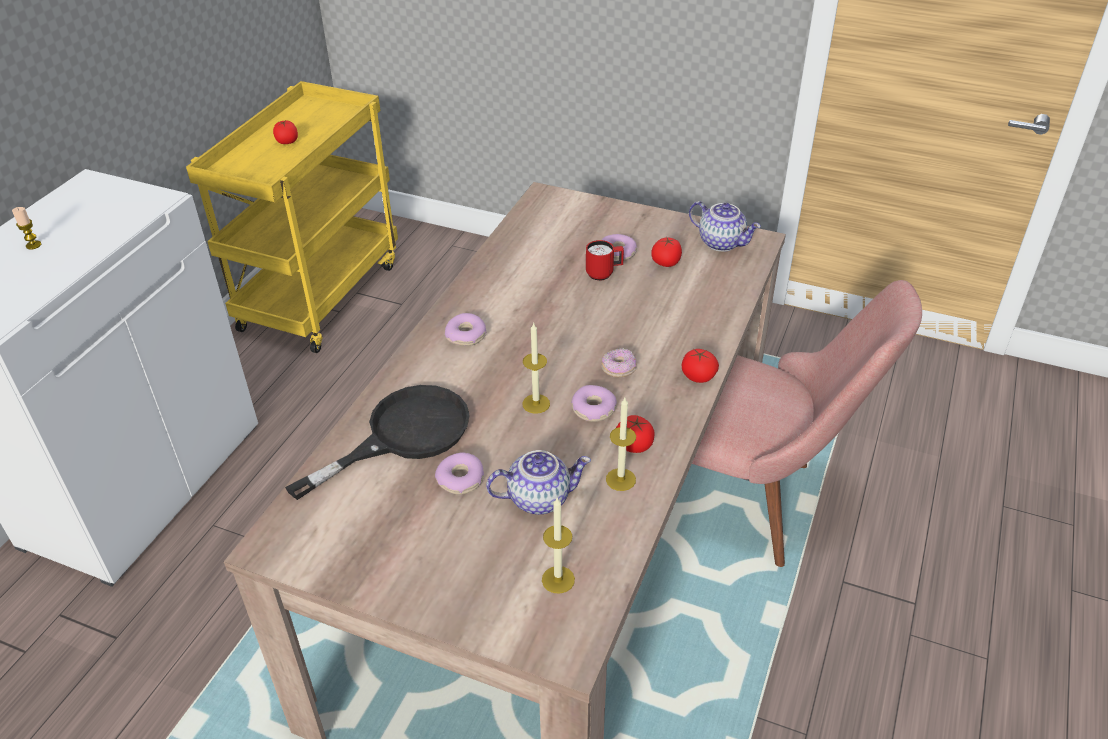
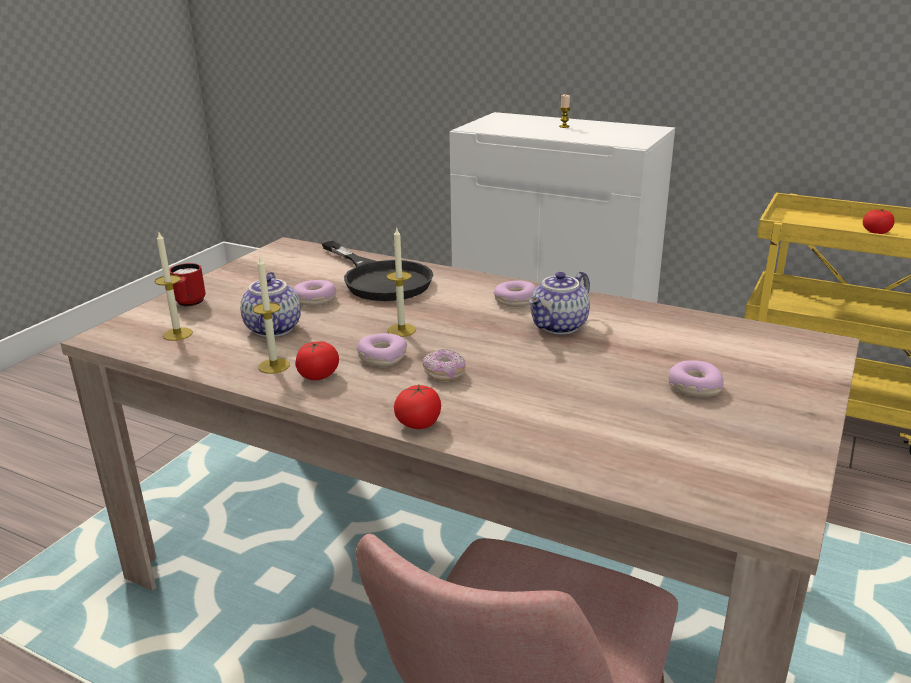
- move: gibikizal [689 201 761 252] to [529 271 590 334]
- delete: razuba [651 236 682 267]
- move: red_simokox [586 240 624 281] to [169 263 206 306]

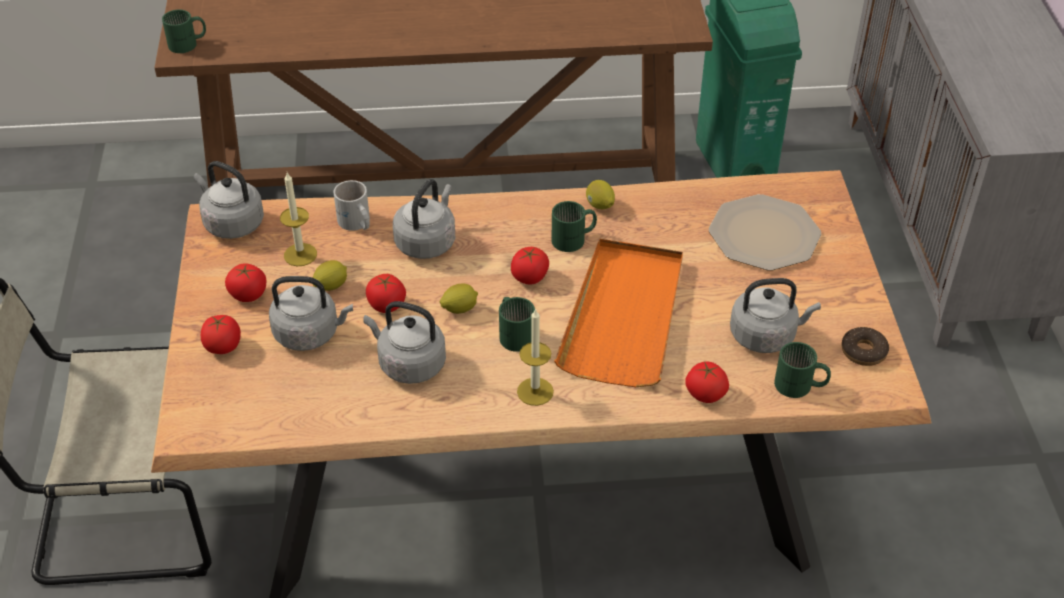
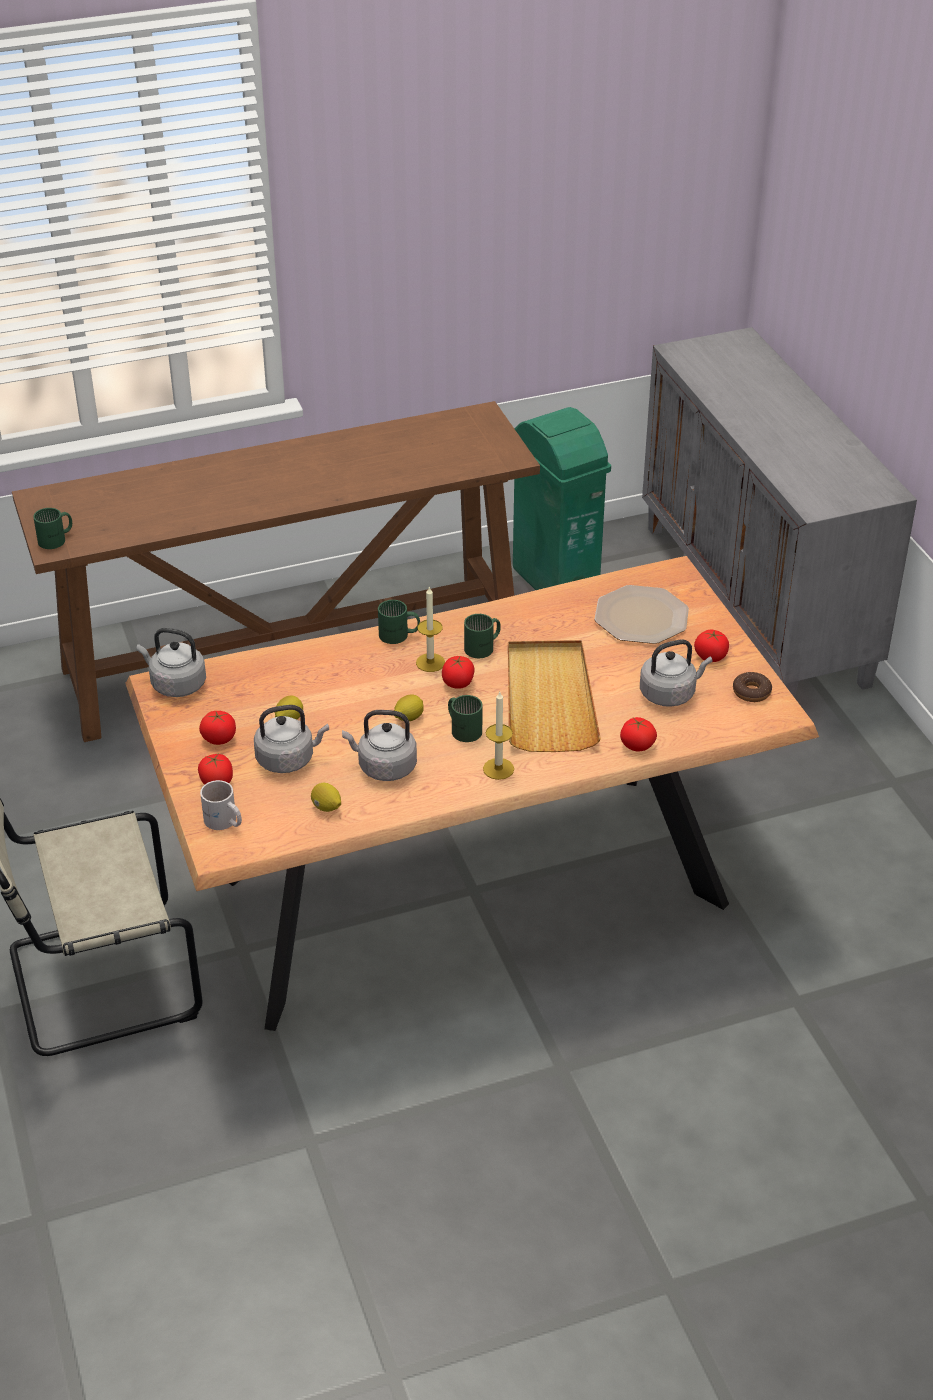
- move: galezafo [280 173 317 266] to [416 586 445 672]
- delete: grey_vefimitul [393 179 455 259]
- move: white_simokox [333 180 370 231] to [200 780 242 830]
- move: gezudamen [586 180 615 209] to [311 783 341 812]
- recolor: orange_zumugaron [554 239 683 387] to beige_zumugaron [508 640 601 752]
- move: razuba [366 274 406 313] to [694 630 729 662]
- move: green_simokox [774 342 831 398] to [378 600 420 644]

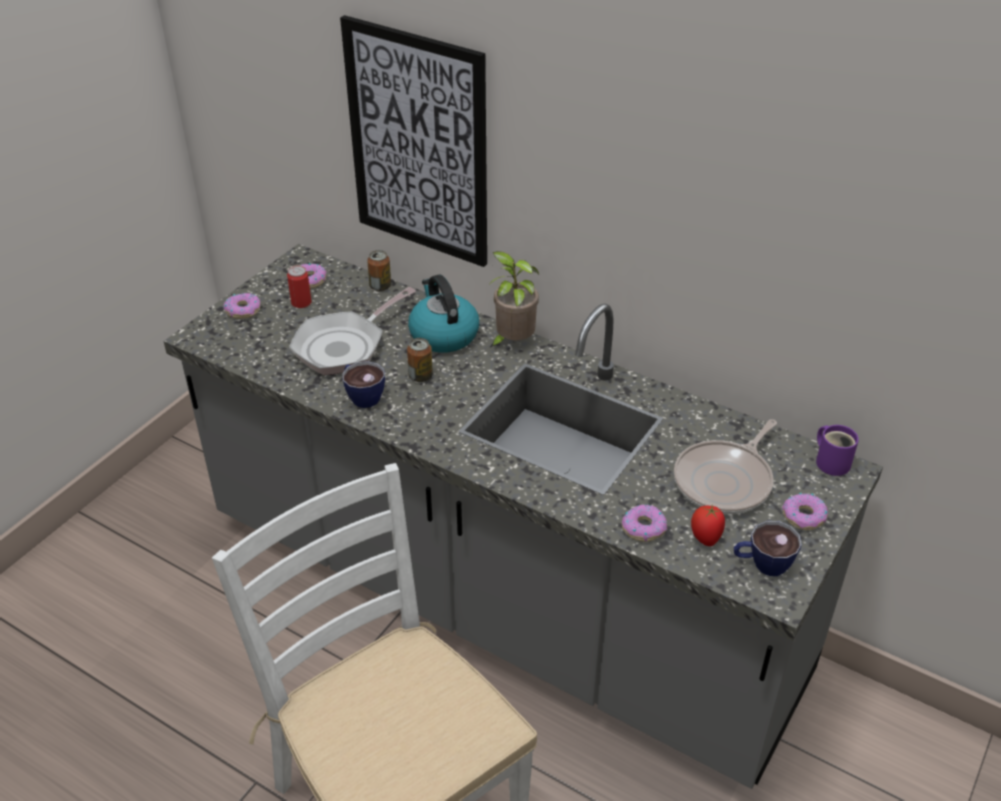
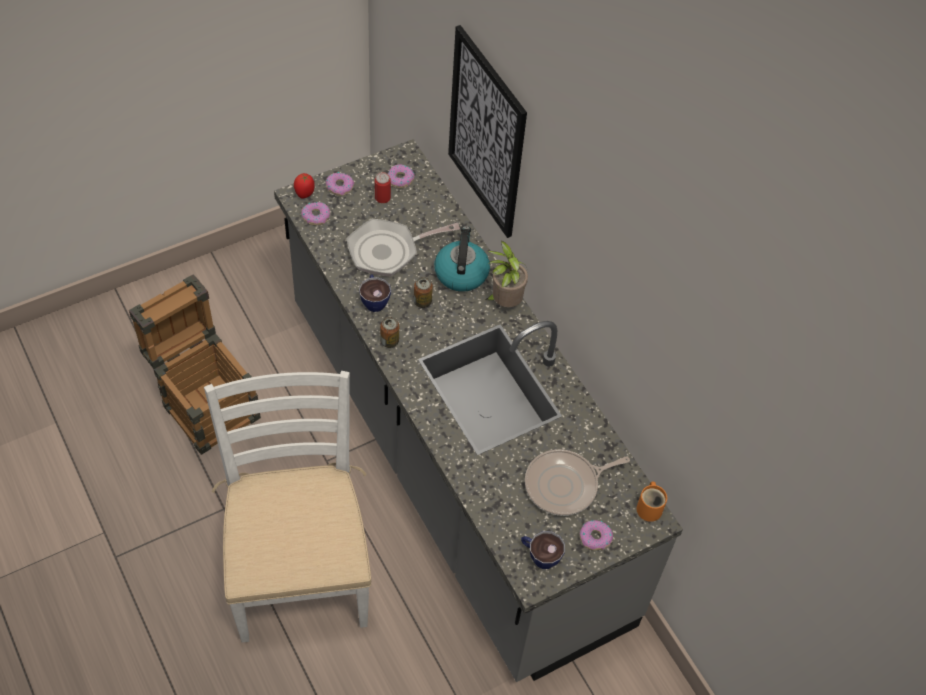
- move: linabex [367 250 391 291] to [380 317 399 348]
- recolor: purple_simokox [816 425 859 476] to orange_simokox [636 481 667 522]
- move: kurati [622 504 667 542] to [301 202 330 225]
- move: razuba [691 506 725 546] to [294 173 315 199]
- insert: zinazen [129 274 261 455]

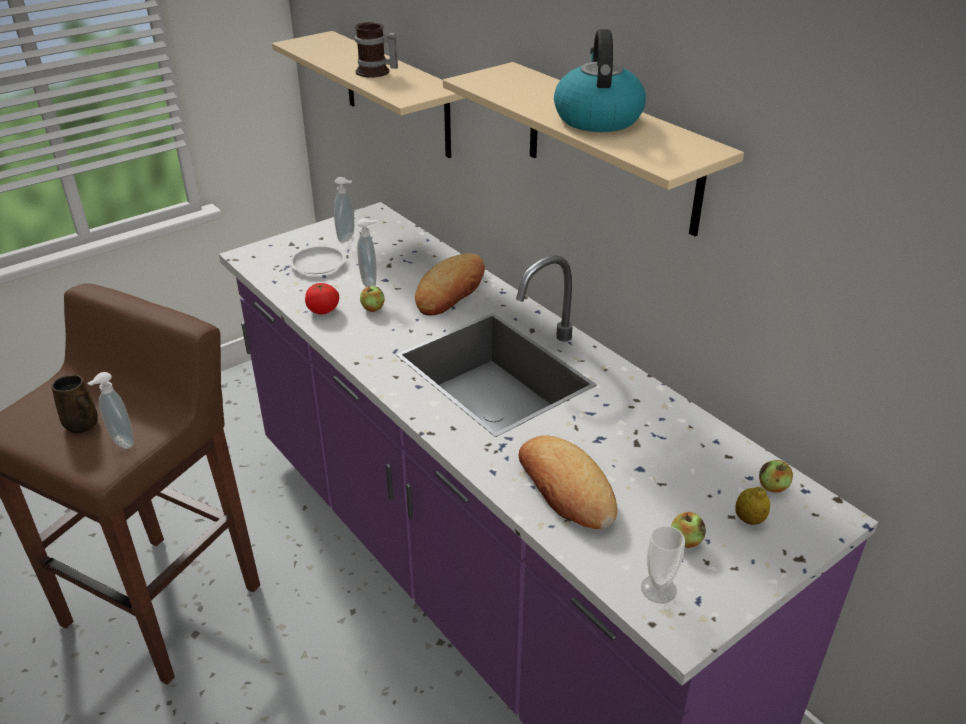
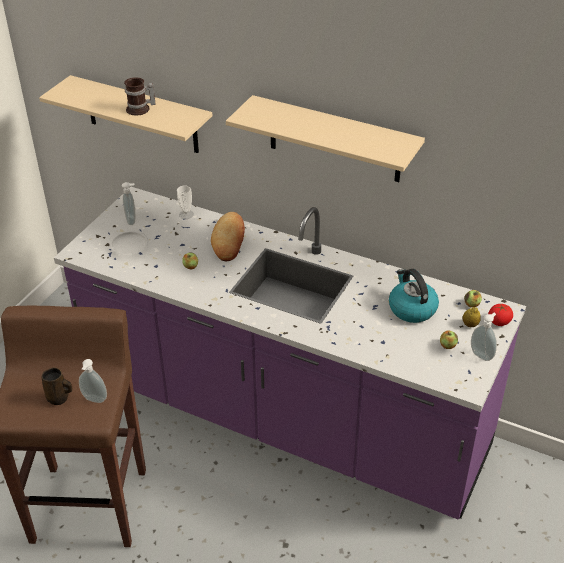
- move: vefimitul [554 29 646 132] to [389 269 439 323]
- move: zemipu [357 219 377 288] to [471 313 497 361]
- move: razuba [305 283 339 314] to [488 303 513 326]
- delete: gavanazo [519 435 617 529]
- move: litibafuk [641 526 685 603] to [177 186 194 219]

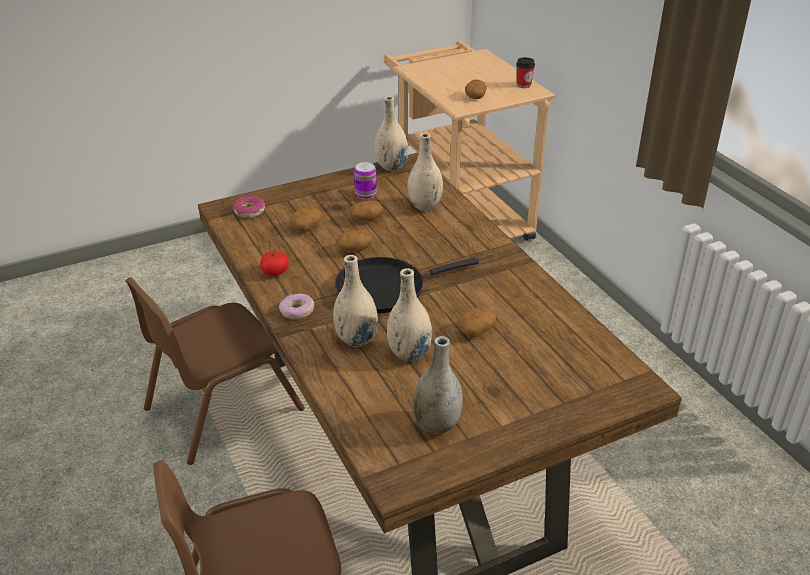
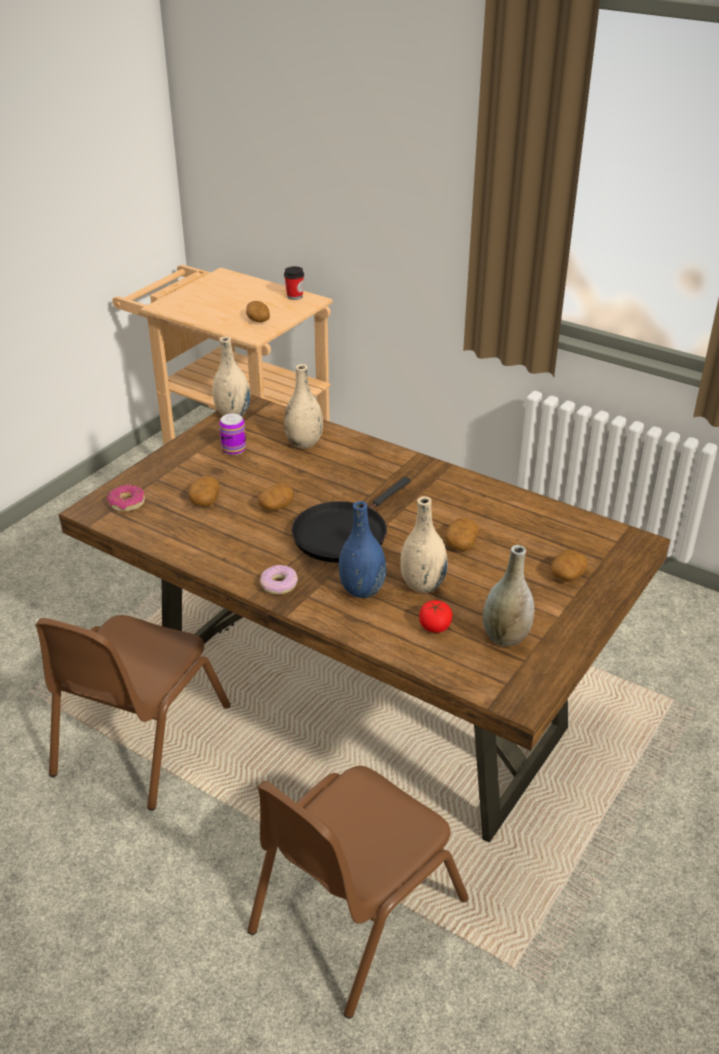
- move: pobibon [349 200 383 221] to [551 550 588 581]
- move: razuba [260 251 289 276] to [419 600 453 633]
- recolor: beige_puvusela [333 255 378 347] to blue_puvusela [339 501 386 598]

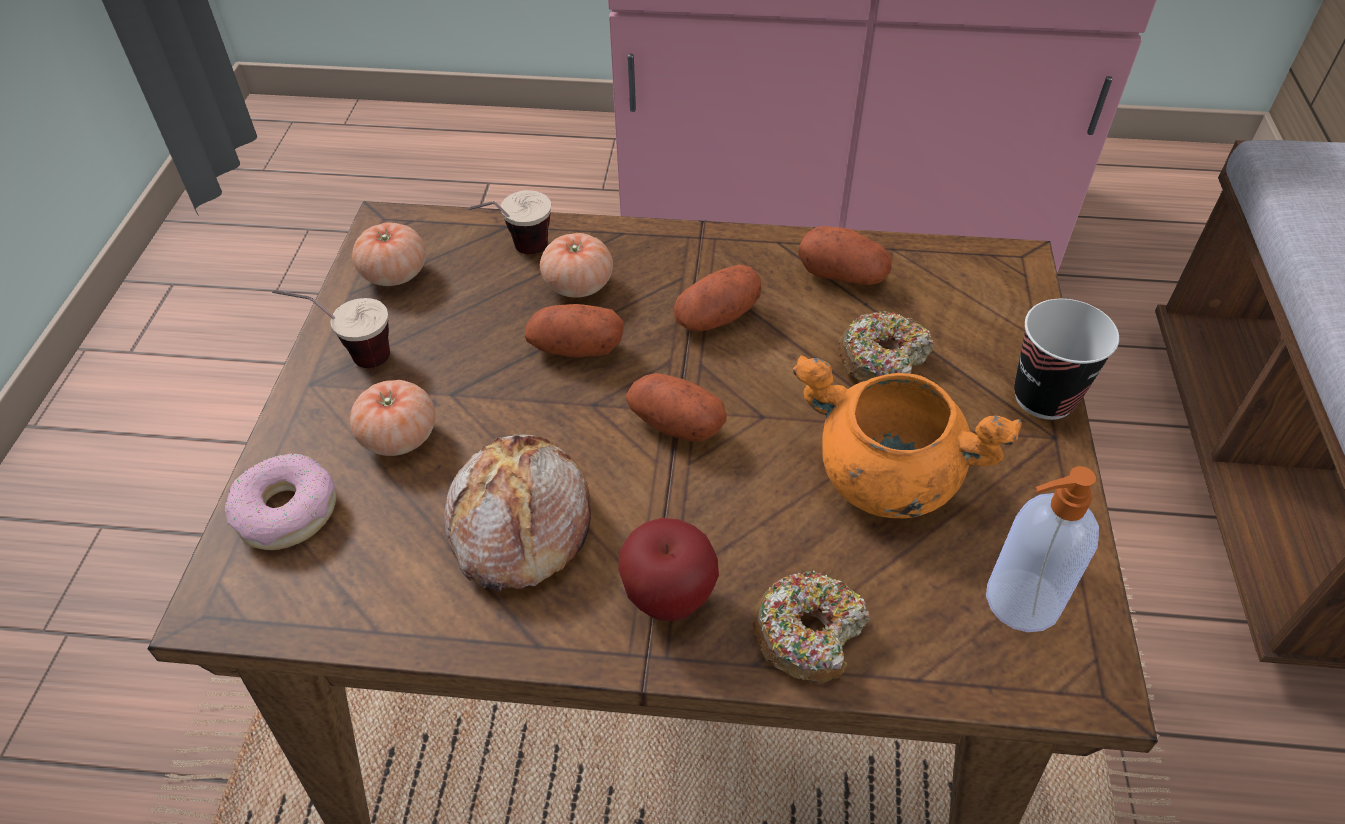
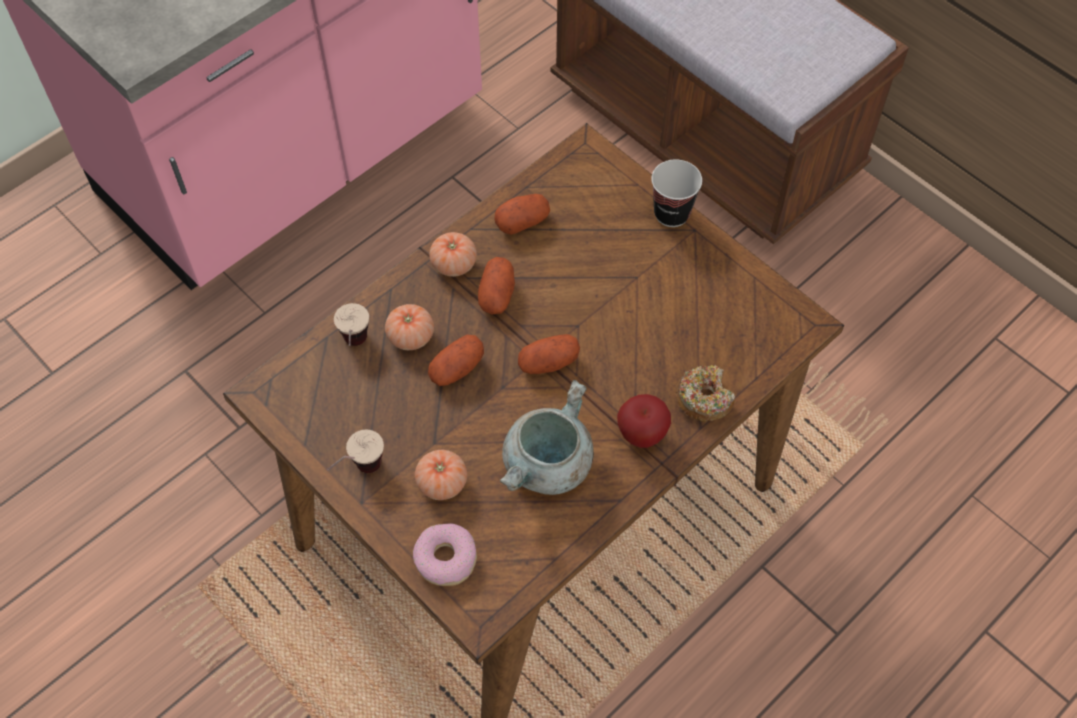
- move: razuba [352 223 426 286] to [429 232 477 277]
- delete: kurati [838 311 933 382]
- delete: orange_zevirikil [793 356 1022 519]
- replace: gavanazo [444 434 591 592] to grey_zevirikil [500 380 594 495]
- delete: zemipu [986 466 1099 632]

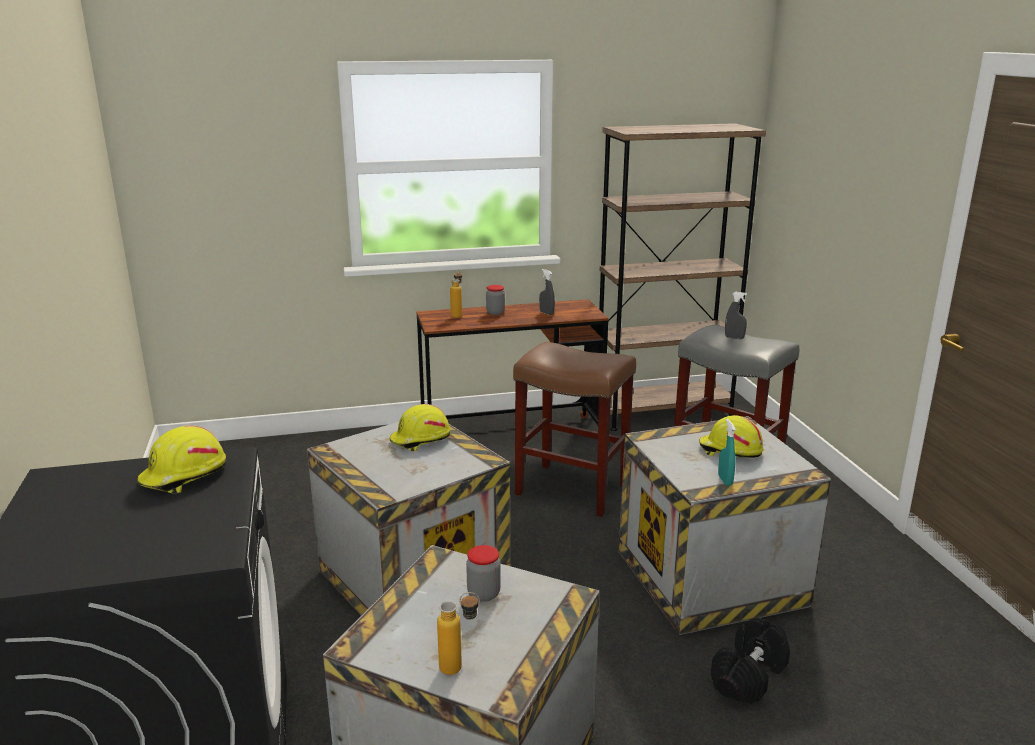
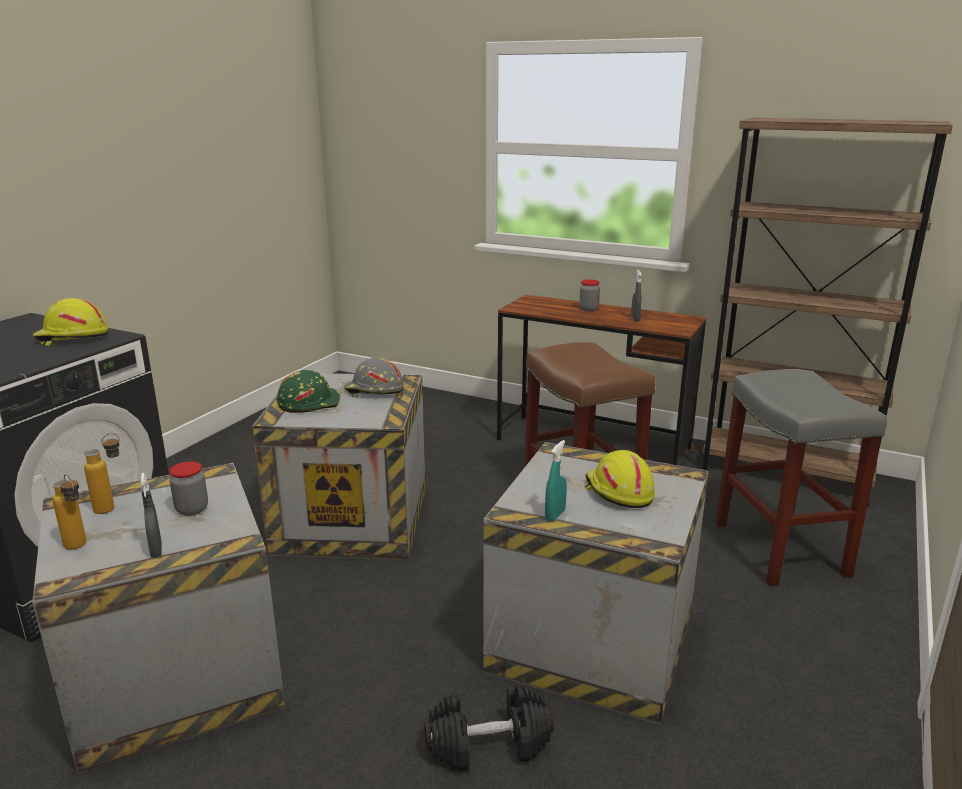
- move: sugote [450 269 462 318] to [84 433 120 514]
- move: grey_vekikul [725 292 747 339] to [140 473 162 558]
- recolor: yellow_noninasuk [390 404 451 451] to grey_noninasuk [344 358 403 398]
- insert: green_noninasuk [277 370 341 413]

